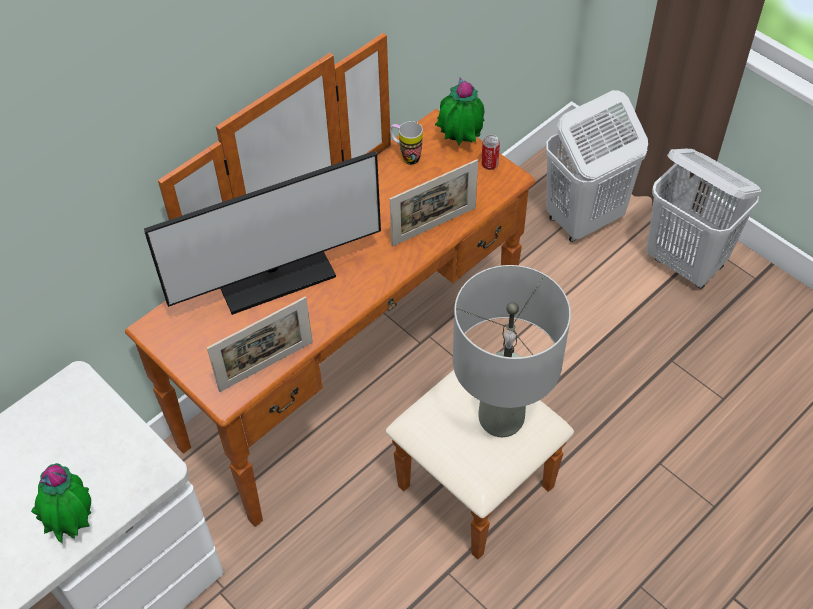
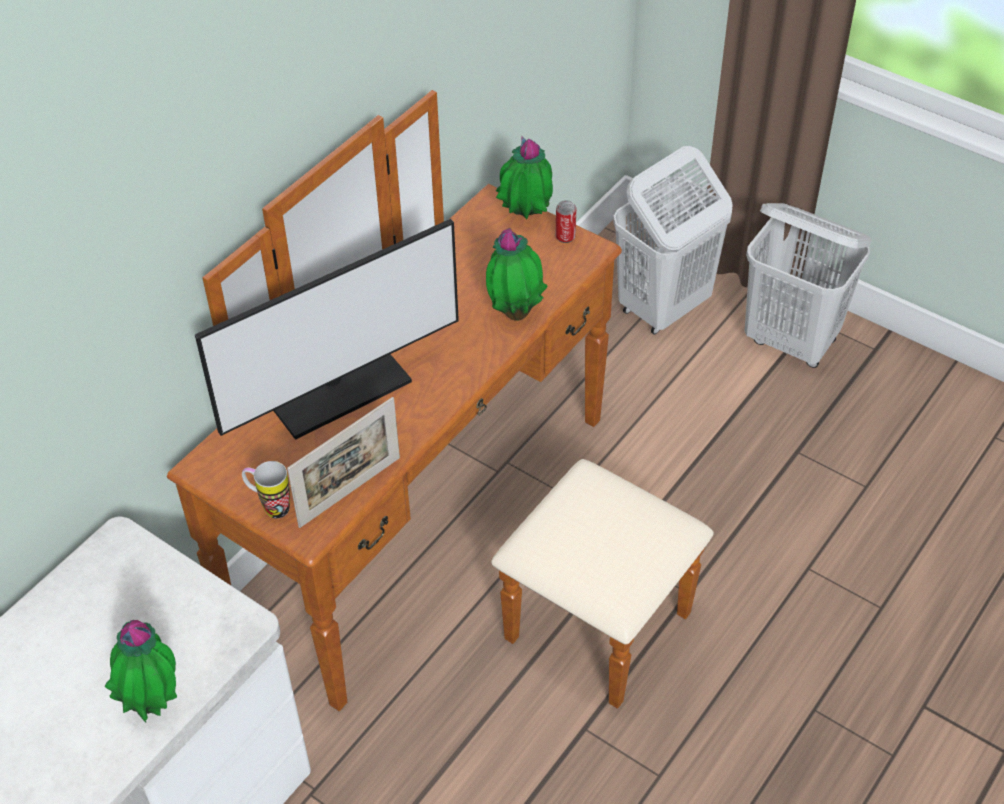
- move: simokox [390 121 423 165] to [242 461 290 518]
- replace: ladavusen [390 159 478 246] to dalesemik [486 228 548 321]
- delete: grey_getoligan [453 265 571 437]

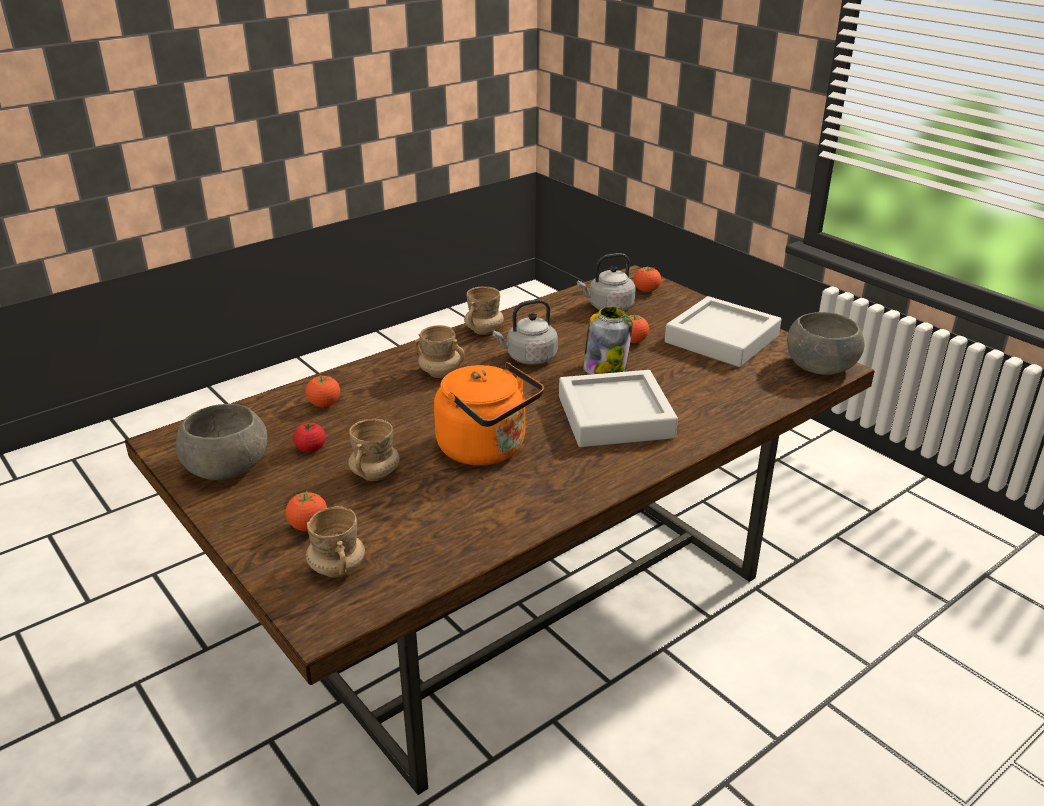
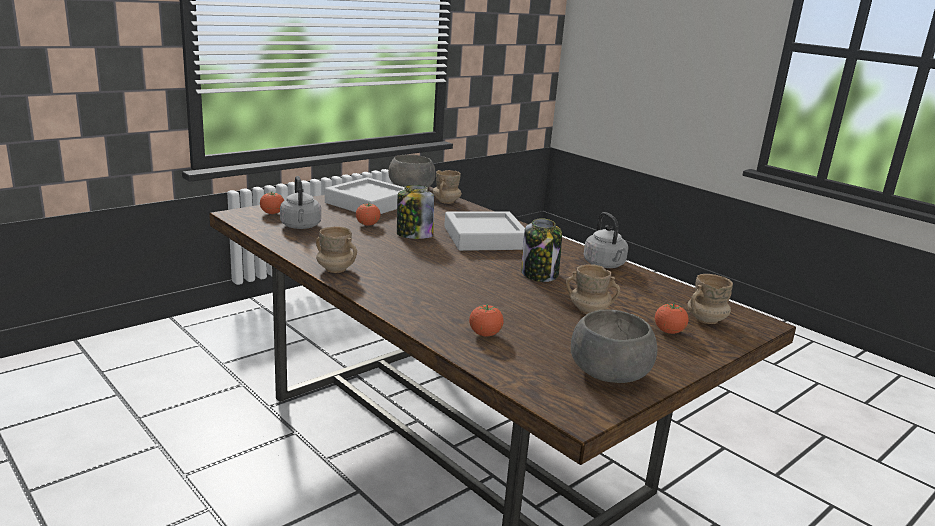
- move: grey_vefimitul [492 299 558 365] to [584 212 628 268]
- move: beige_simokox [415 325 465 378] to [433 170 462 204]
- replace: orange_vefimitul [434 362 544 466] to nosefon [521 218 562 282]
- delete: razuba [293 421 326 452]

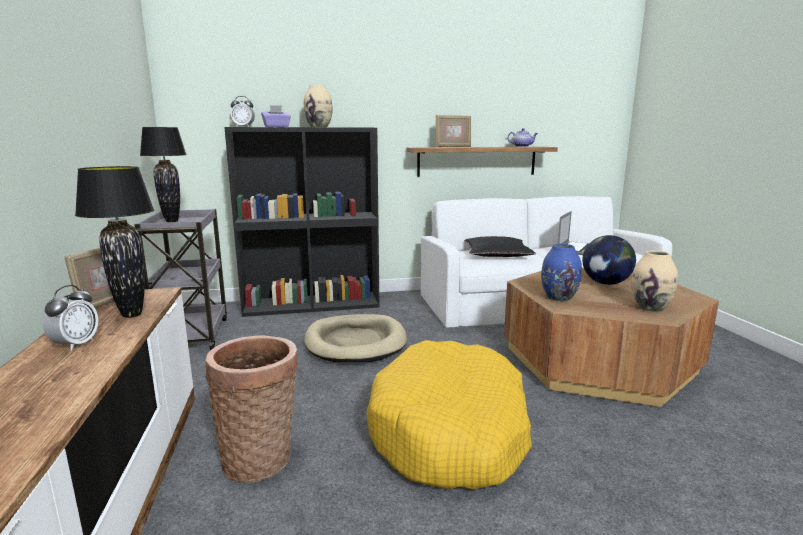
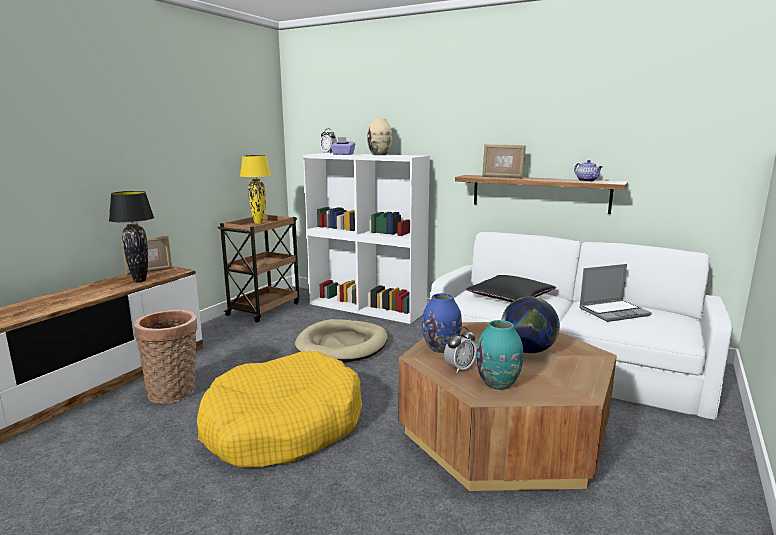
- recolor: black_getoligan [140 127 187 222] to yellow_getoligan [240 155 271 224]
- recolor: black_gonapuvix [224 127 380 317] to white_gonapuvix [303 153 430 324]
- recolor: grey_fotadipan [134 209 227 351] to brown_fotadipan [218 214 299 323]
- recolor: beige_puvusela [631 250 678 312] to turquoise_puvusela [476 320 523 390]
- move: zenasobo [43 285 98 351] to [444 327 476 373]

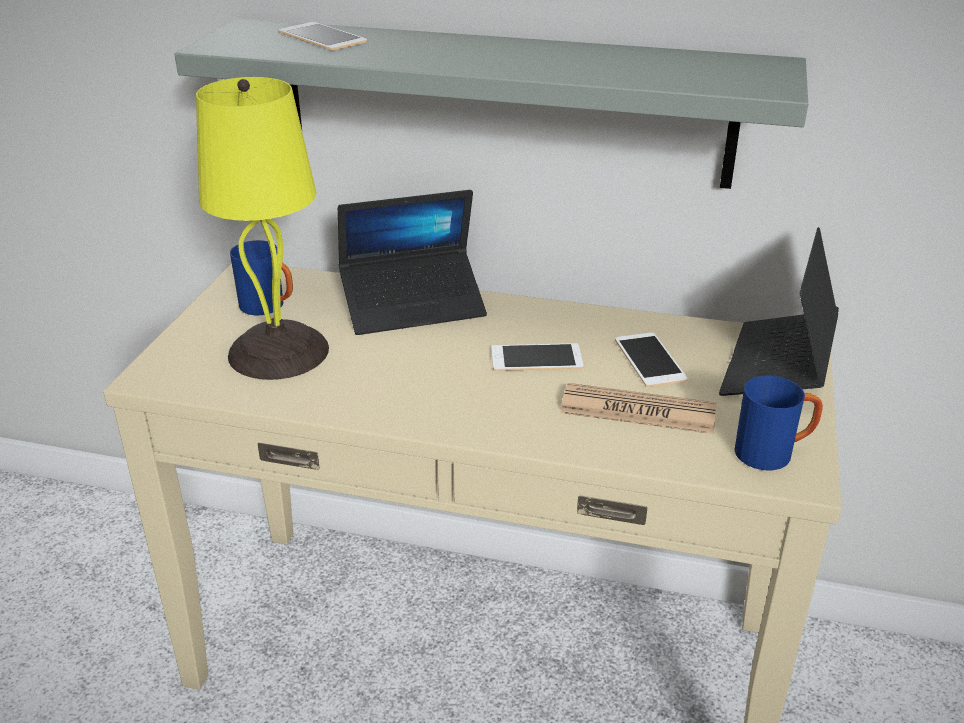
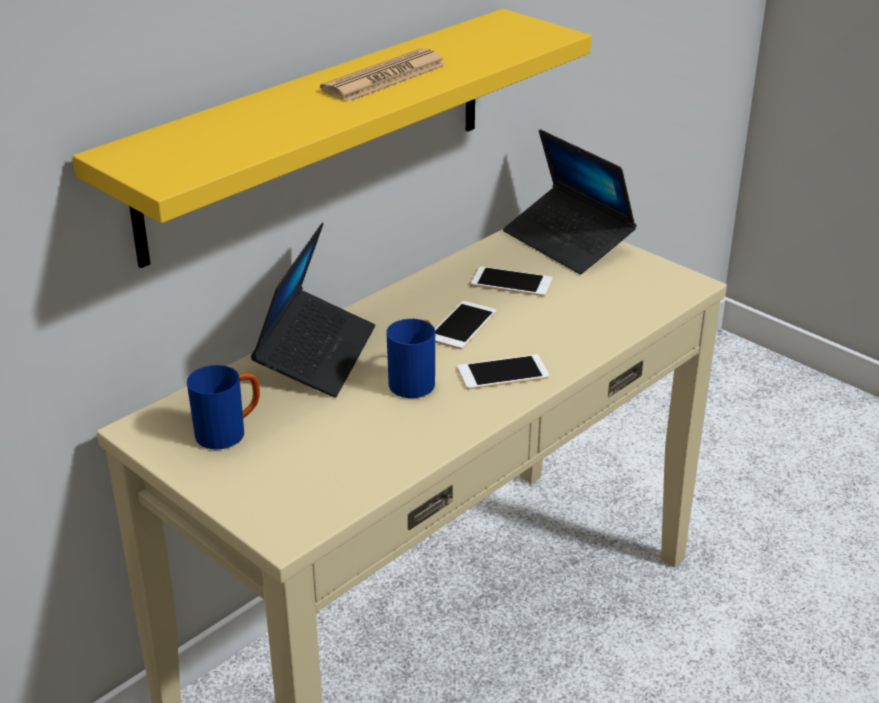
- recolor: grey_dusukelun [174 18 808 189] to yellow_dusukelun [72 9 592 268]
- move: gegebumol [278 22 367 51] to [457 354 550 390]
- delete: yellow_getoligan [196 77 329 380]
- move: blue_simokox [735 376 823 470] to [386 319 435 398]
- move: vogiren [560 383 716 434] to [320 48 447 102]

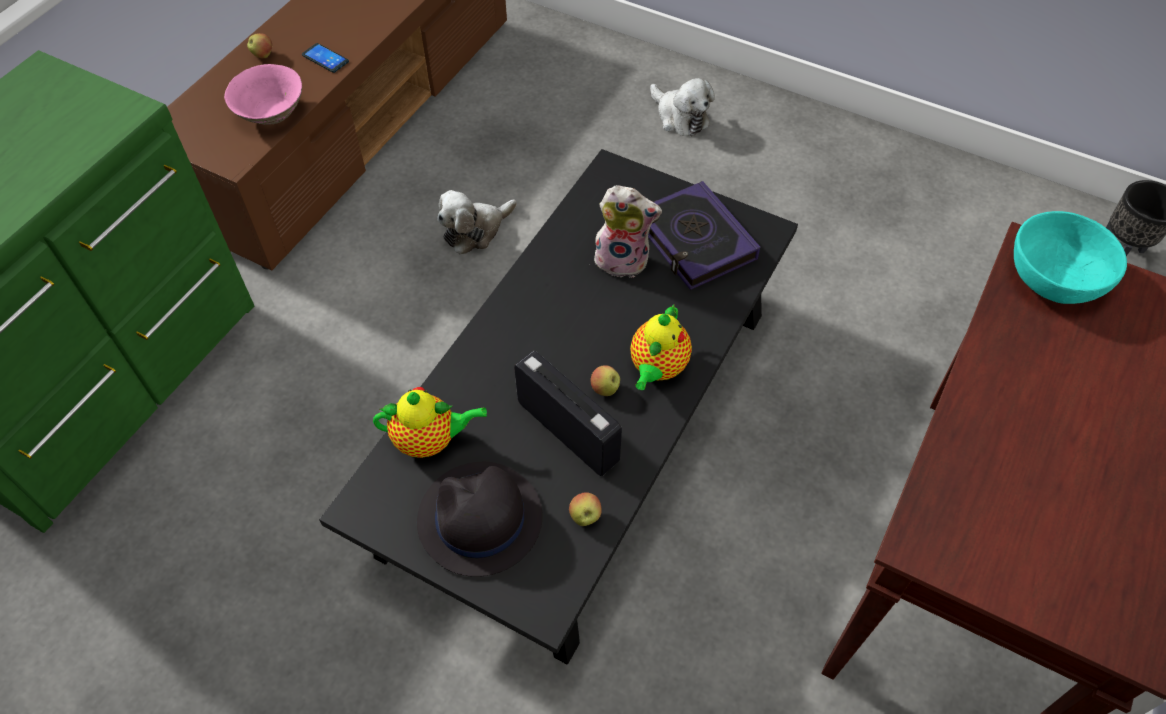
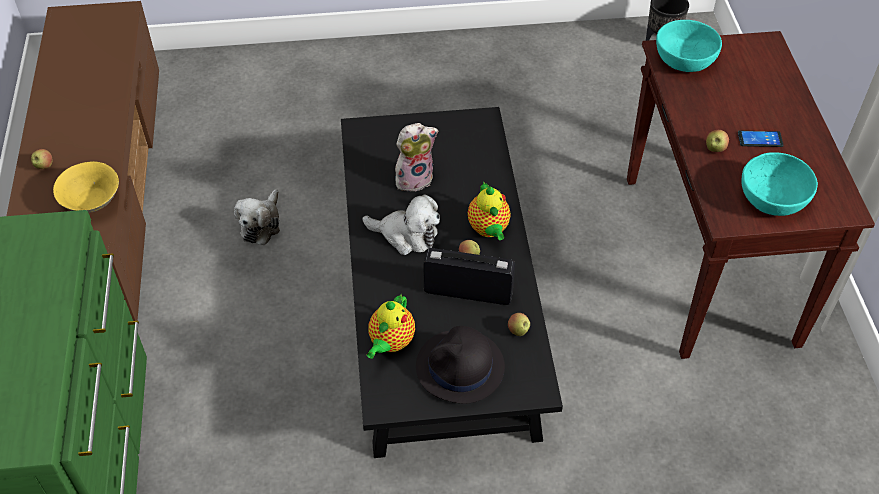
- move: gegebumol [302 43 349 73] to [738 131 783 147]
- recolor: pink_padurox [224 64 302 125] to yellow_padurox [53 161 119 213]
- move: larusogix [650 78 715 136] to [362 194 440 255]
- delete: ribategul [648 181 760 290]
- rotate: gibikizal [373 387 487 458] = [367 294 415 359] 150 degrees clockwise
- insert: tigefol [706 130 729 152]
- insert: turquoise_padurox [741 152 818 216]

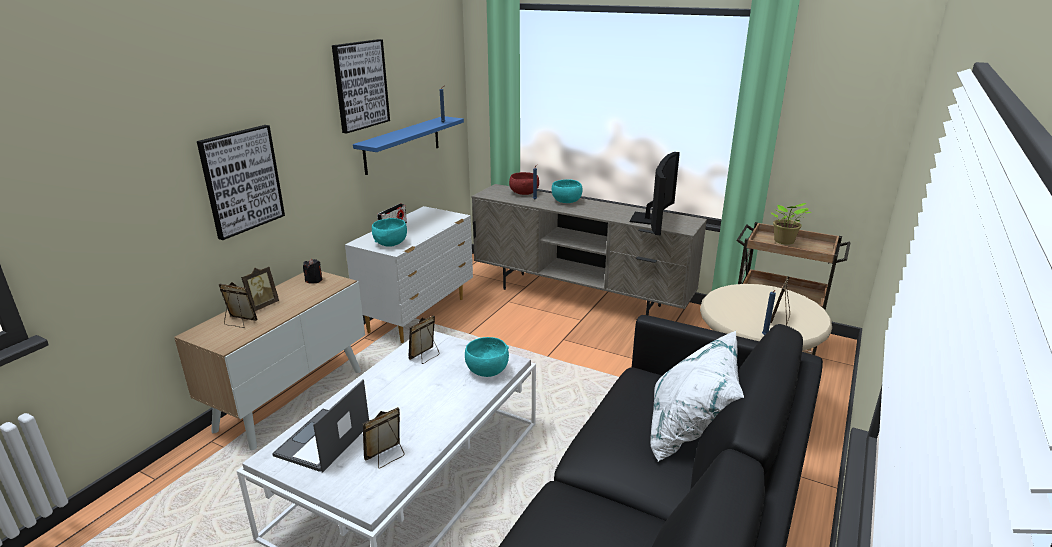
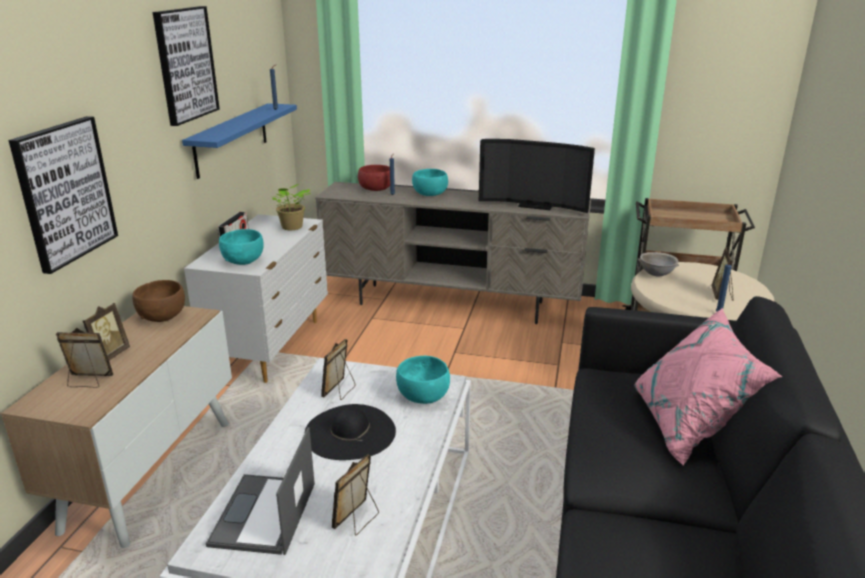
- rotate: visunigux [630 152 680 236] = [478 139 595 213] 105 degrees clockwise
- move: dalesemik [770 203 811 245] to [271 184 311 230]
- replace: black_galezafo [303 259 322 284] to brown_padurox [132 280 185 322]
- recolor: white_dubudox [651 330 744 461] to pink_dubudox [634 308 782 465]
- insert: grey_padurox [638 252 679 276]
- insert: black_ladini [305 404 396 460]

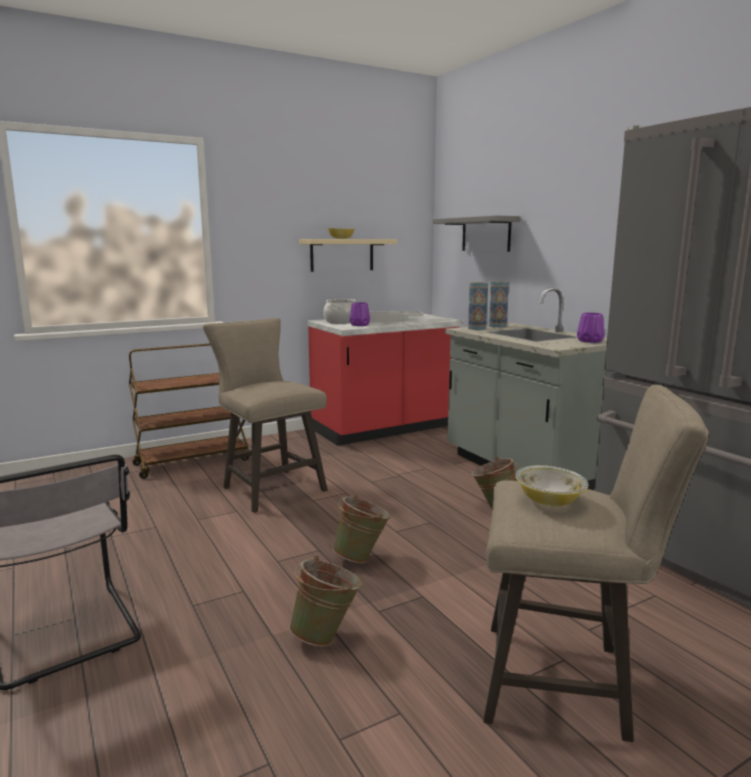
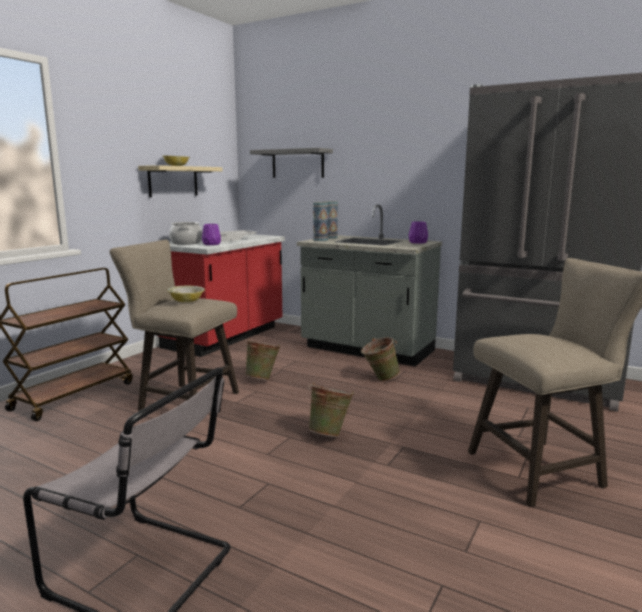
- move: padurox [515 465 588 506] to [167 286 205 302]
- move: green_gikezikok [289 555 362 646] to [244 339 281 380]

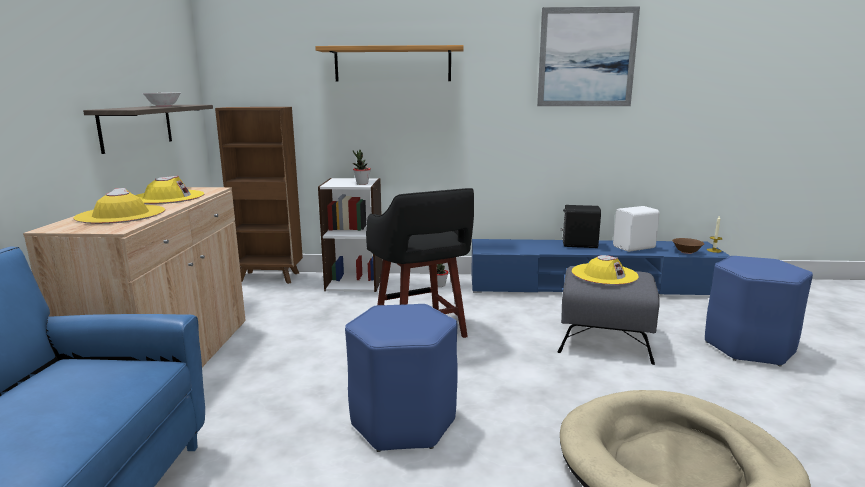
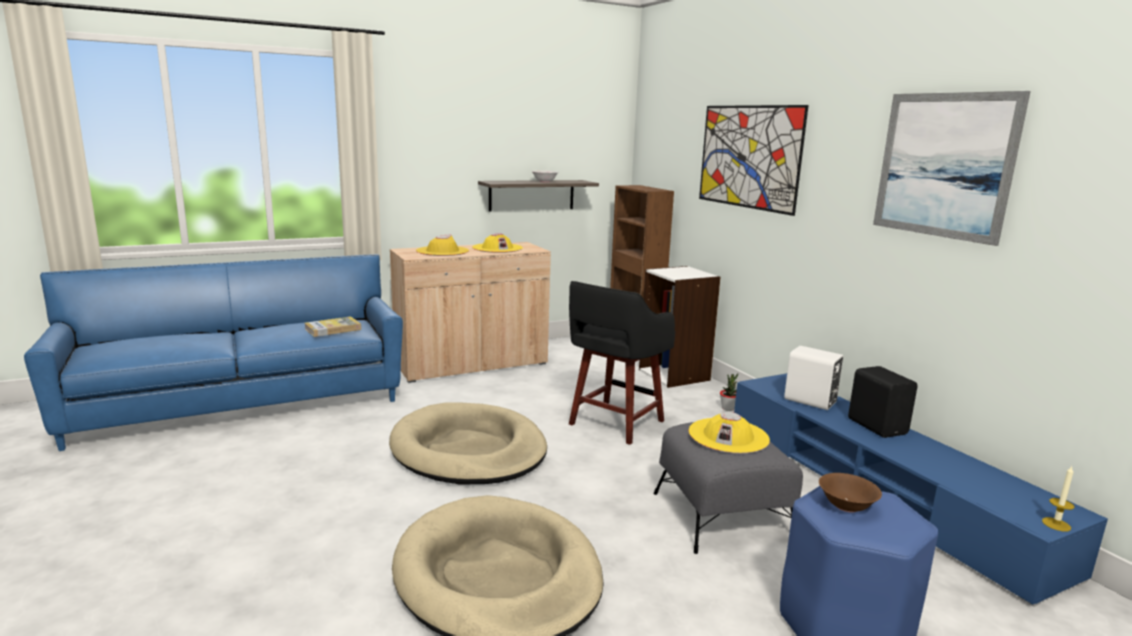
- replace: dusukelun [315 45 464 82] to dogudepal [699 105 809 216]
- delete: dalesemik [353 150 371 185]
- move: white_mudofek [613 206 660 252] to [784 346 843 410]
- move: brown_padurox [672 238 705 254] to [819 473 882 513]
- replace: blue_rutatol [345 304 458 452] to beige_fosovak [389 402 547 485]
- insert: ribategul [305 316 361 337]

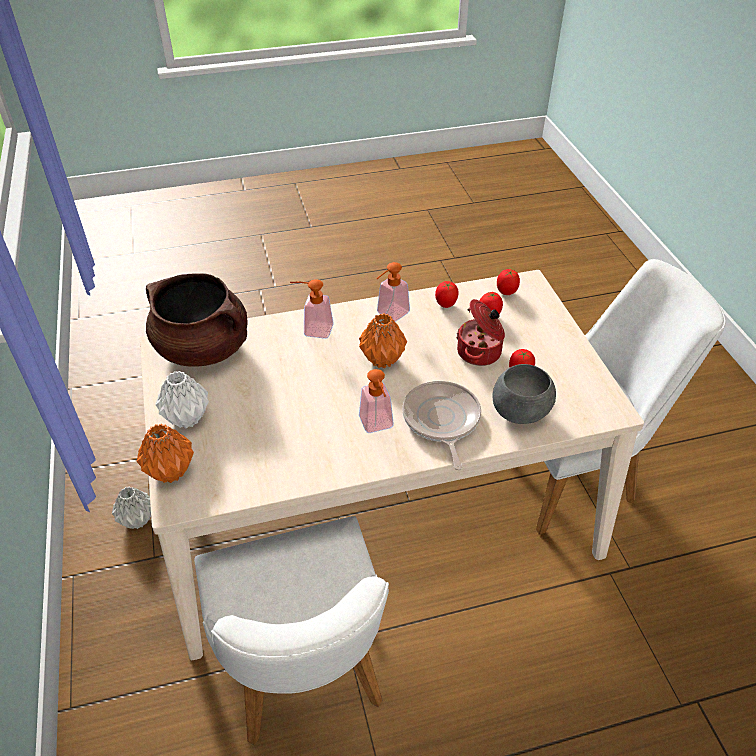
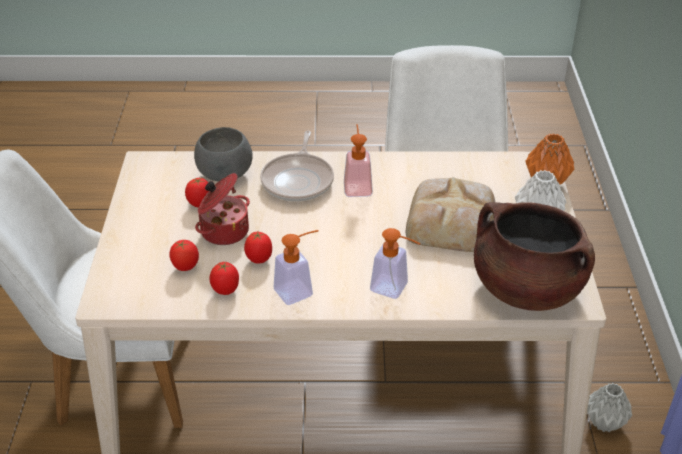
- move: razuba [497 269 520 295] to [244 232 272 264]
- delete: orange_puvusela [359 313 407 368]
- insert: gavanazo [406 177 495 252]

